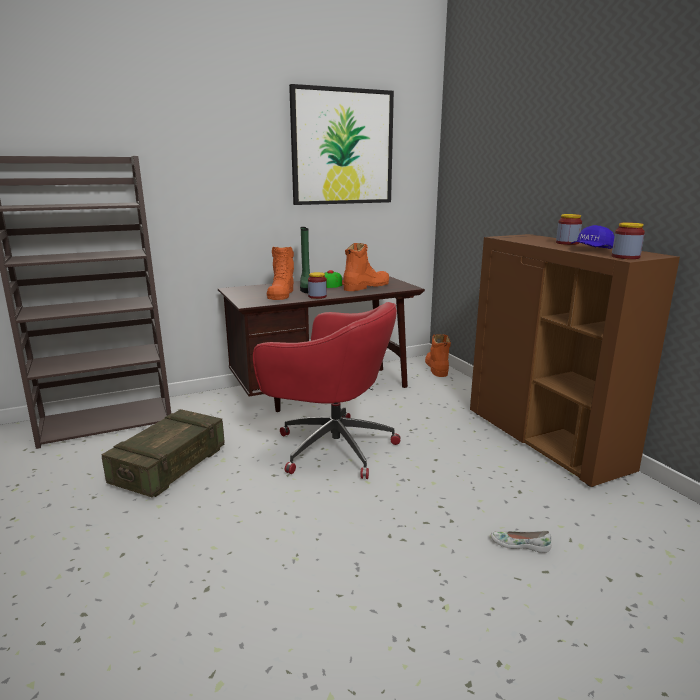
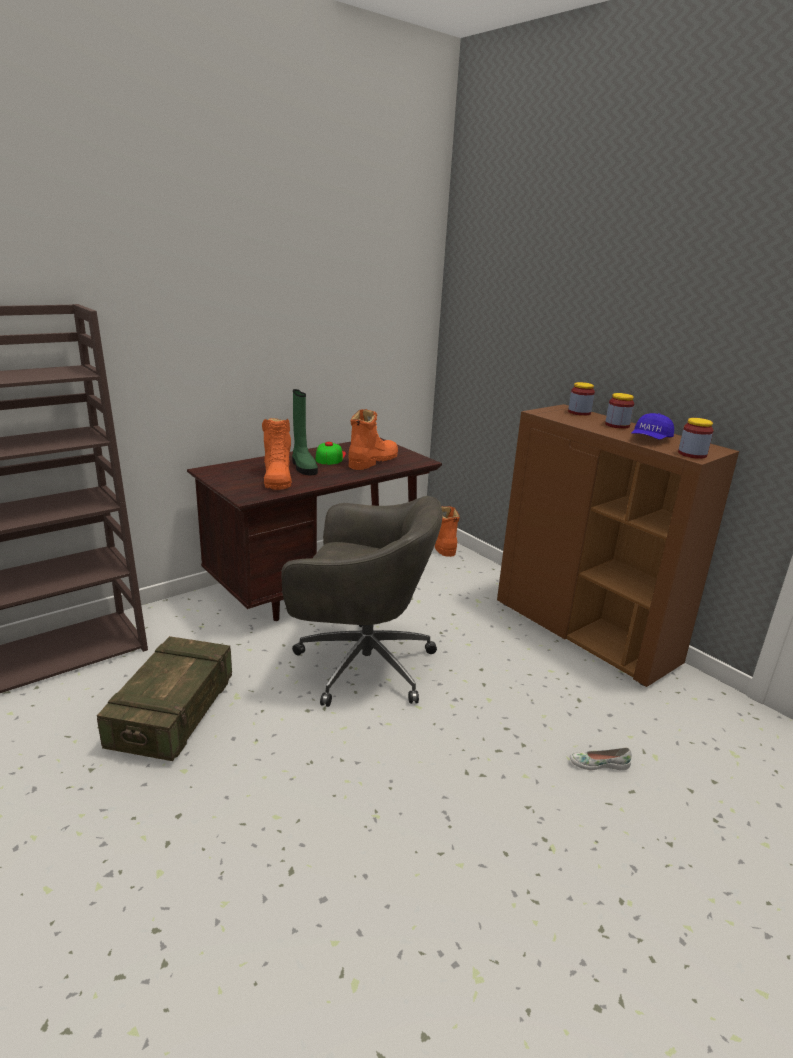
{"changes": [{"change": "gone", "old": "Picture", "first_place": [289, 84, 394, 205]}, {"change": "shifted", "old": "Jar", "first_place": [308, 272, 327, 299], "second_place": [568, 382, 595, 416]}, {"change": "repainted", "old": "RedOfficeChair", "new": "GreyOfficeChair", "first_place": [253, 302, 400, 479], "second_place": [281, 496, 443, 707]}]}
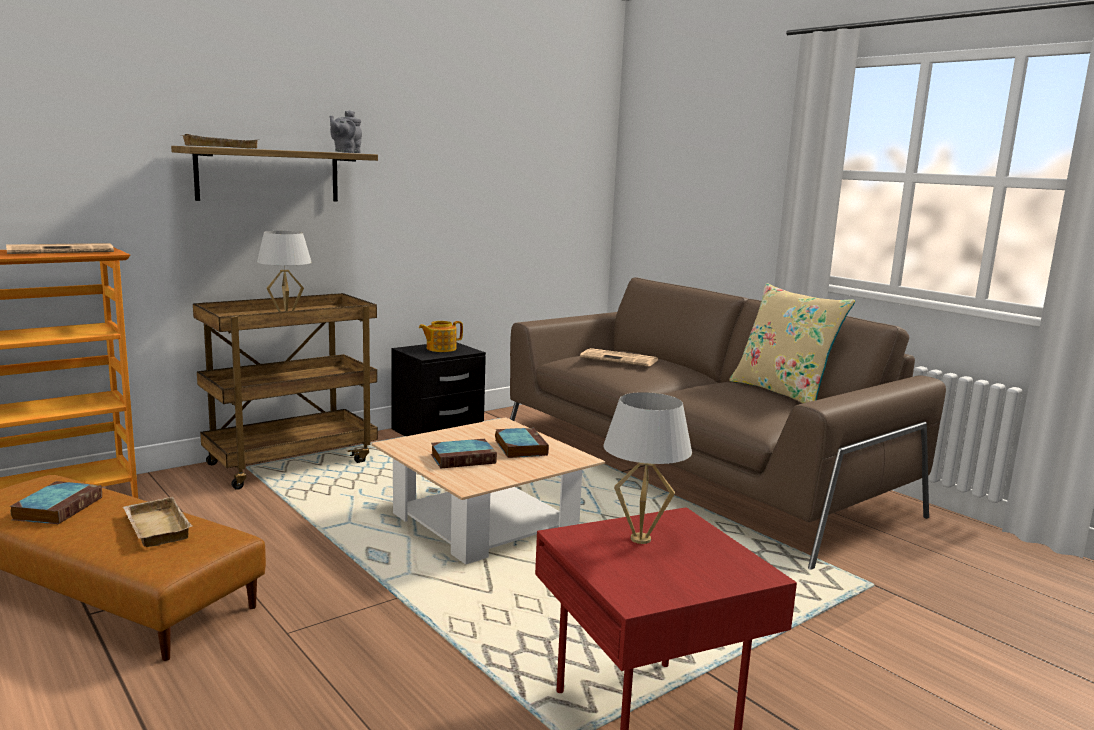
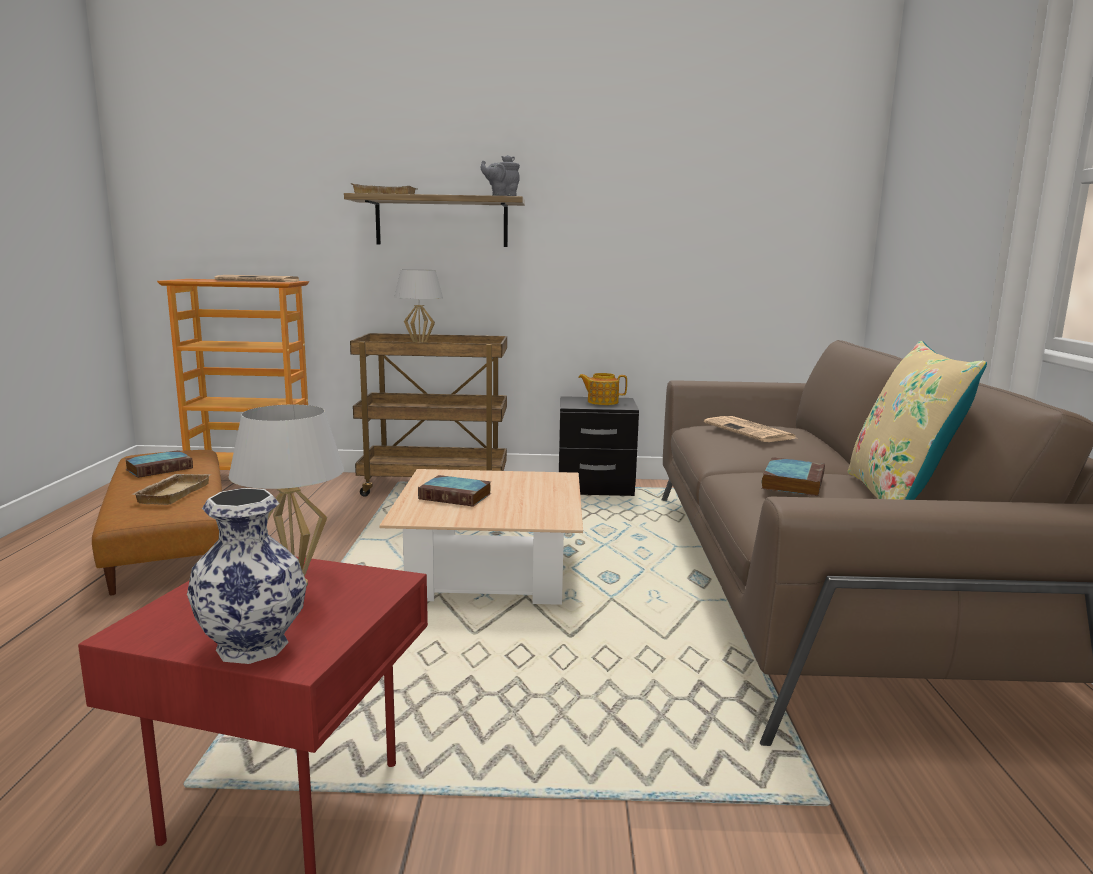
{"changes": [{"change": "new", "new": "Vase", "second_place": [187, 488, 307, 664]}, {"change": "shifted", "old": "Book", "first_place": [495, 428, 549, 458], "second_place": [762, 457, 825, 496]}]}
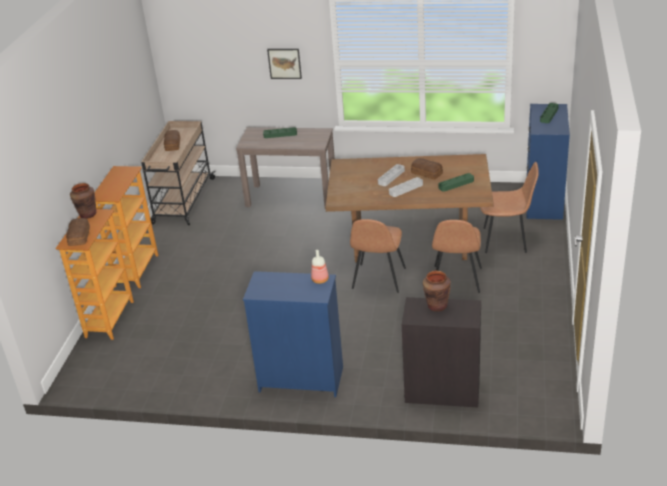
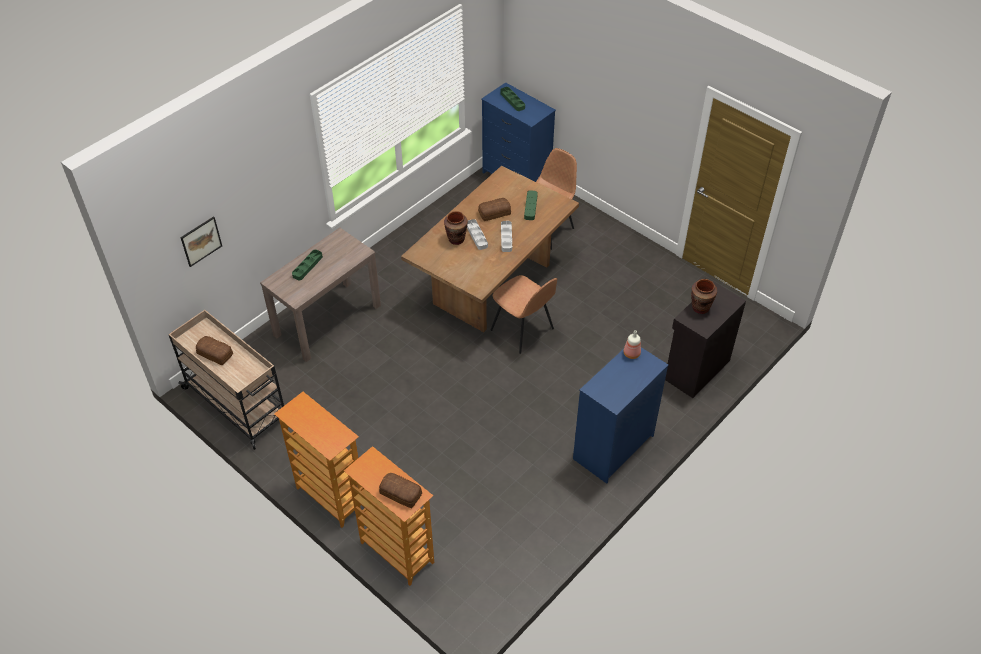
{"changes": [{"change": "gone", "old": "BrownChair", "first_place": [432, 220, 482, 293]}, {"change": "shifted", "old": "BrownVase", "first_place": [70, 183, 96, 219], "second_place": [444, 211, 468, 245]}, {"change": "shifted", "old": "Picture", "first_place": [267, 49, 302, 79], "second_place": [180, 216, 222, 267]}]}
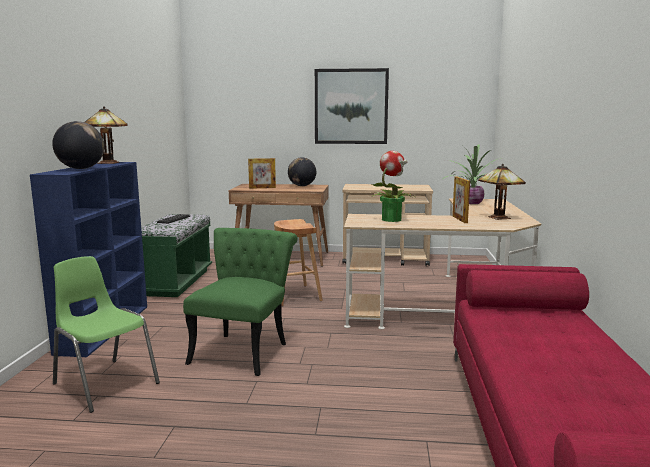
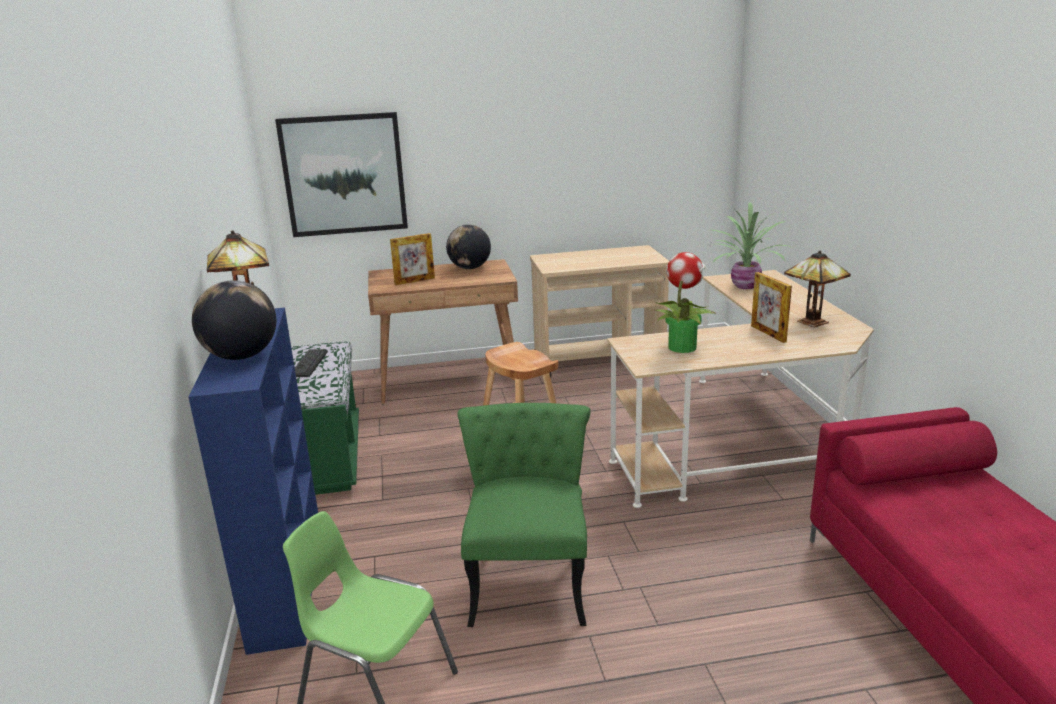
{"changes": [{"change": "shifted", "old": "Picture", "first_place": [315, 68, 389, 144], "second_place": [275, 112, 408, 237]}]}
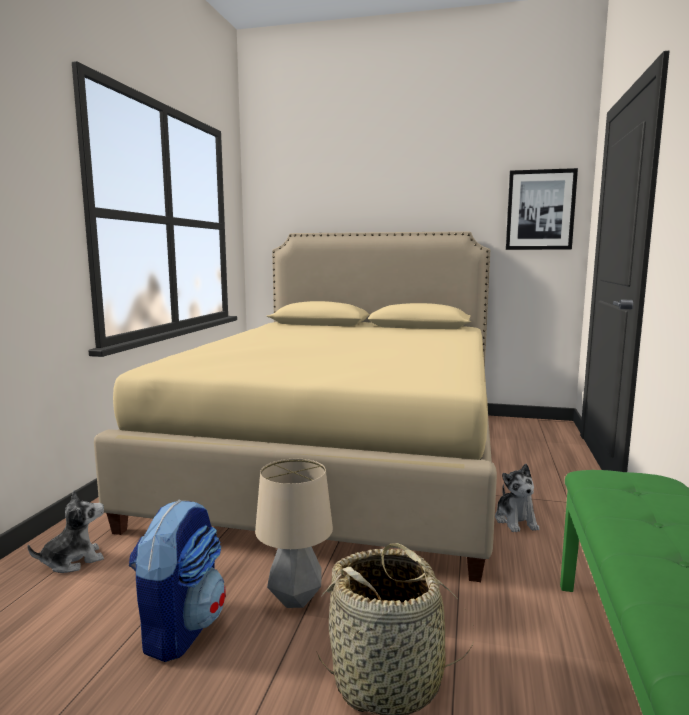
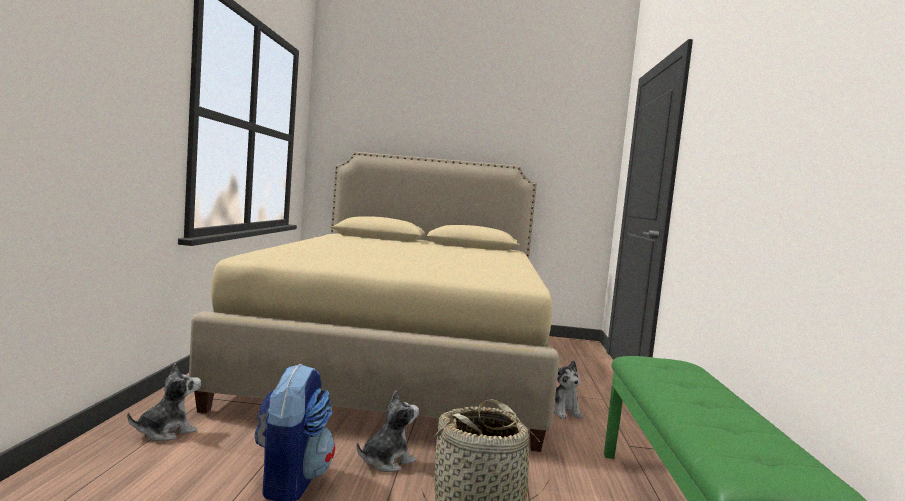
{"changes": [{"change": "gone", "old": "Picture", "first_place": [506, 168, 578, 250]}, {"change": "swapped", "old": "TableLamp", "new": "PlushToy", "first_place": [255, 459, 333, 608], "second_place": [357, 390, 419, 472]}]}
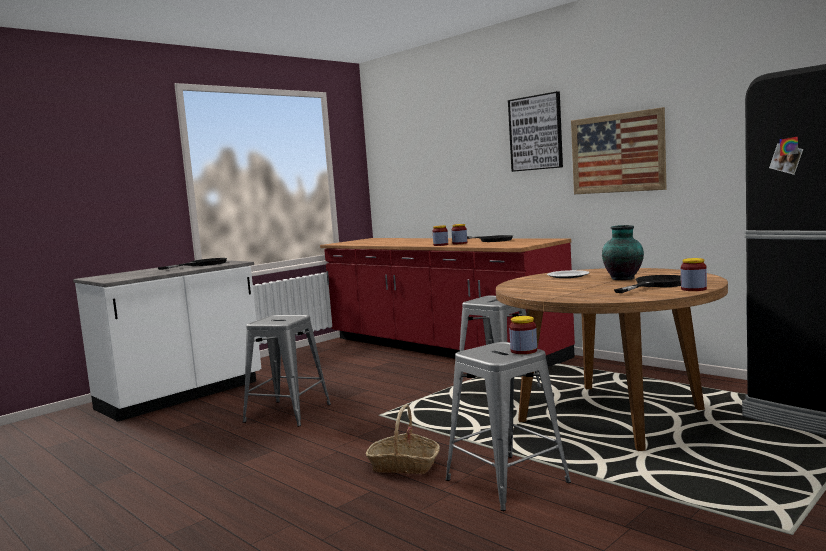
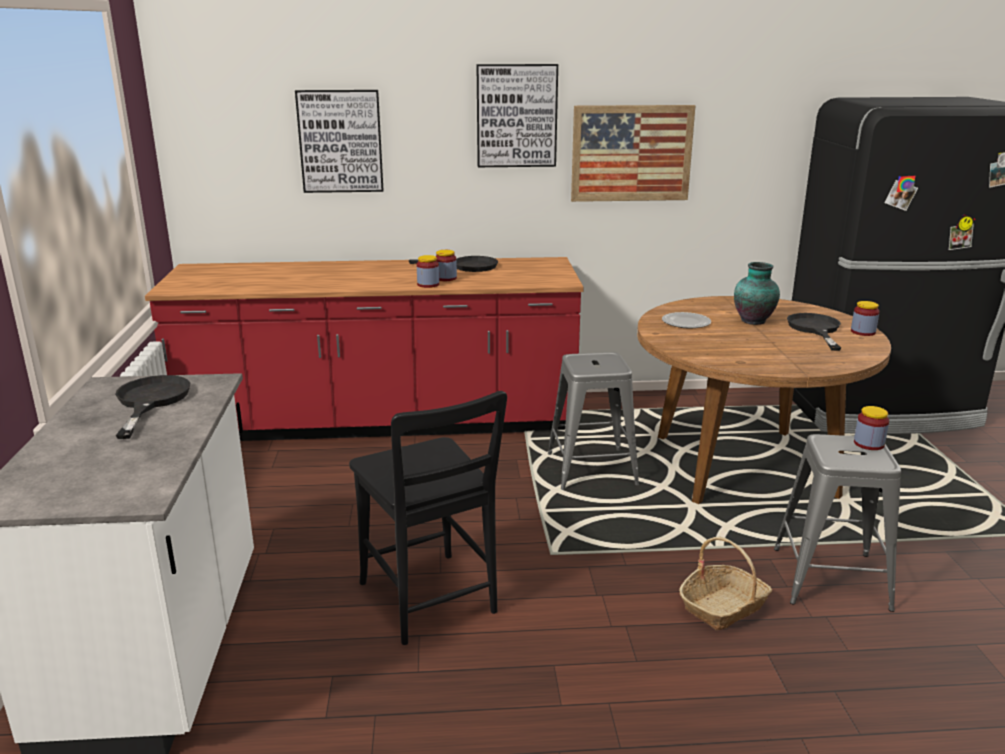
{"changes": [{"change": "new", "new": "Picture", "second_place": [295, 90, 384, 193]}, {"change": "swapped", "old": "GreyStool", "new": "BlackChair", "first_place": [243, 315, 331, 427], "second_place": [349, 391, 507, 645]}]}
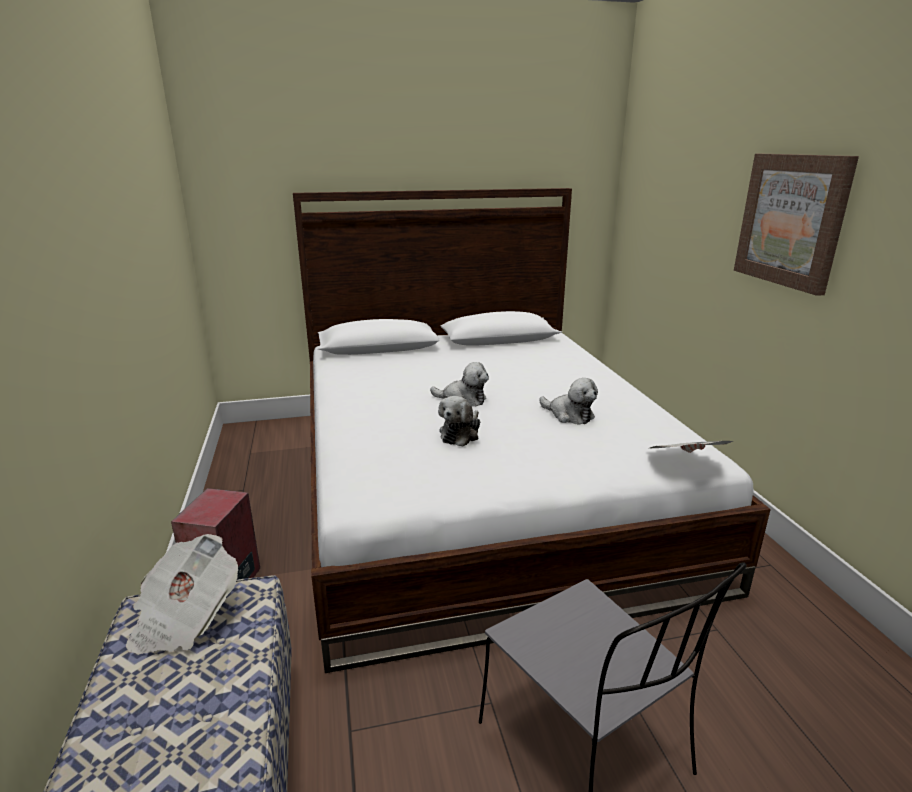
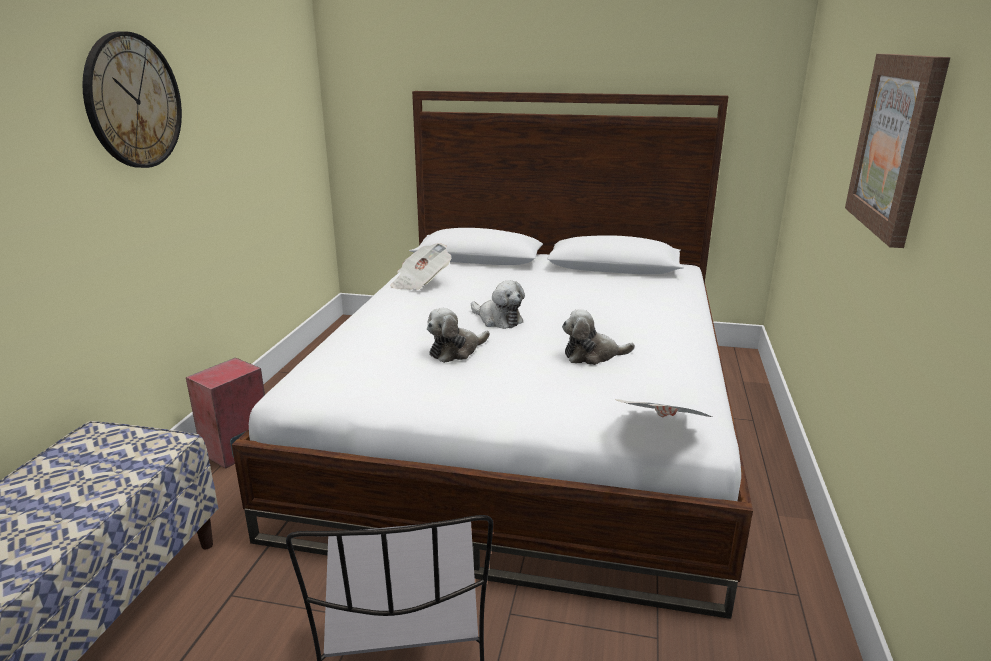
{"changes": [{"change": "new", "new": "WallClock", "second_place": [82, 31, 182, 168]}, {"change": "shifted", "old": "Newspaper", "first_place": [126, 534, 238, 654], "second_place": [390, 243, 451, 290]}, {"change": "rotated", "old": "PlushToy", "first_place": [539, 378, 598, 425], "second_place": [562, 309, 635, 365], "degrees": 105}]}
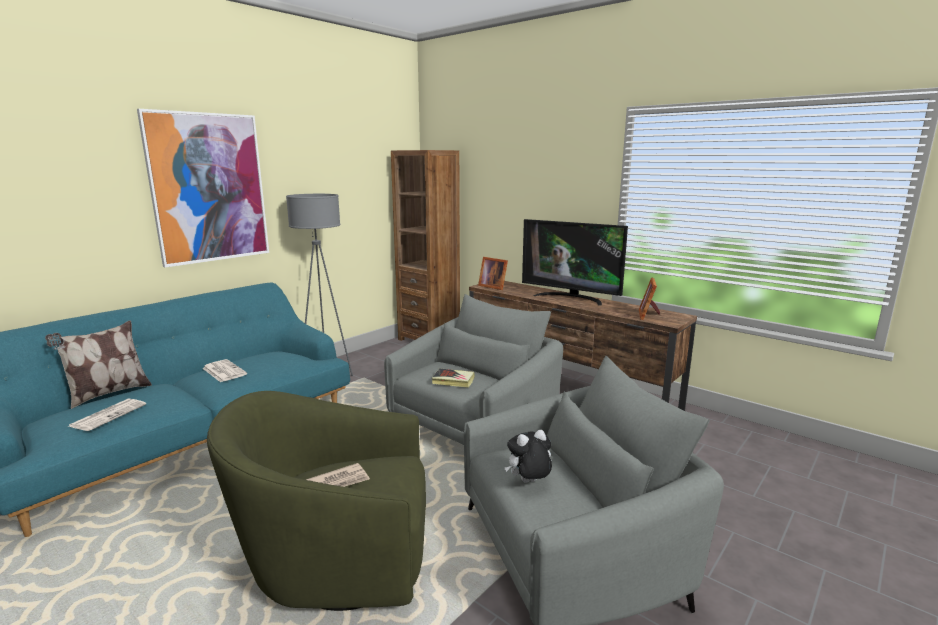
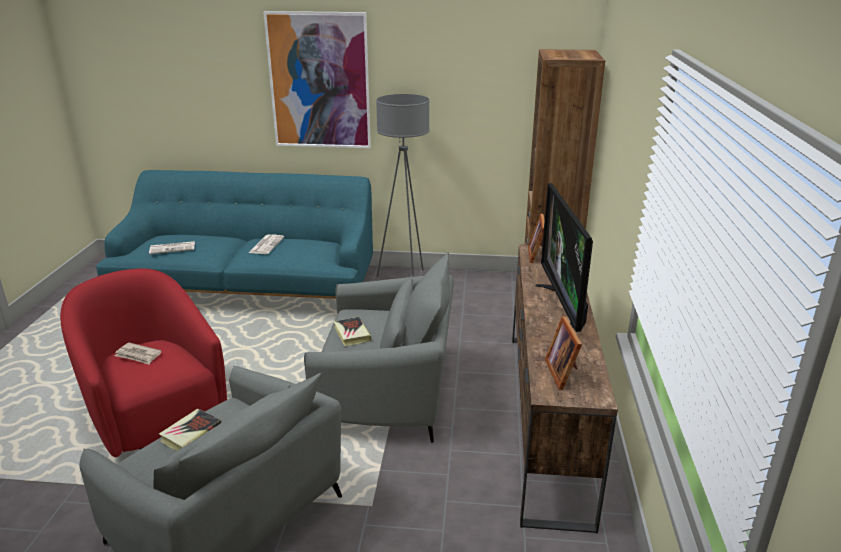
{"changes": [{"change": "gone", "old": "Pillow", "first_place": [45, 320, 152, 409]}, {"change": "swapped", "old": "PlushToy", "new": "Book", "first_place": [505, 430, 552, 483], "second_place": [159, 409, 222, 451]}, {"change": "repainted", "old": "GreenArmchair", "new": "RedArmchair", "first_place": [207, 391, 426, 611], "second_place": [60, 268, 227, 457]}, {"change": "rotated", "old": "PictureFrame", "first_place": [639, 277, 660, 320], "second_place": [545, 316, 582, 390], "degrees": -75}]}
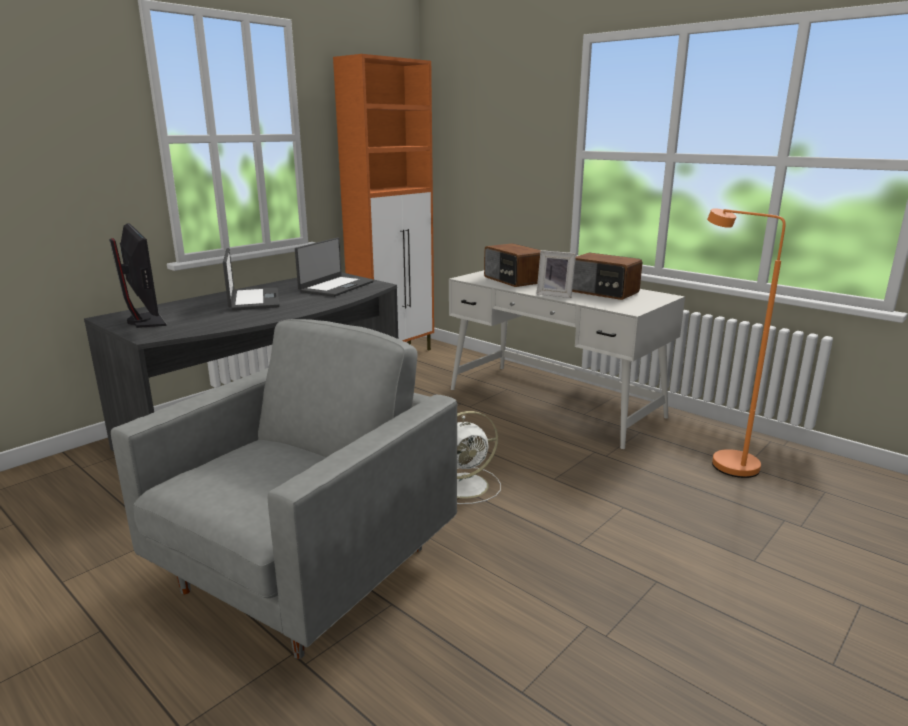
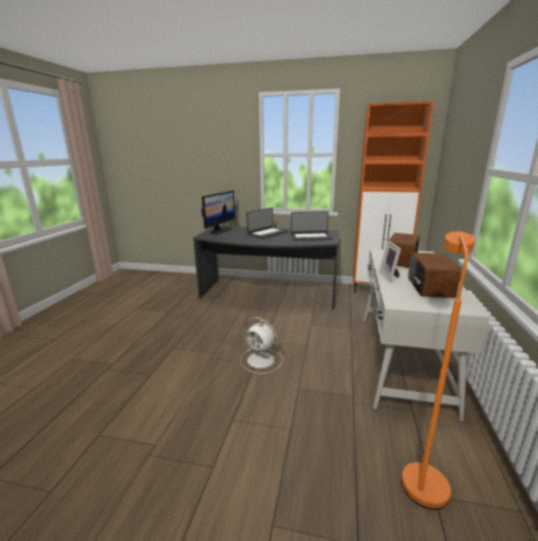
{"changes": [{"change": "gone", "old": "GreyArmchair", "first_place": [111, 319, 457, 659]}]}
